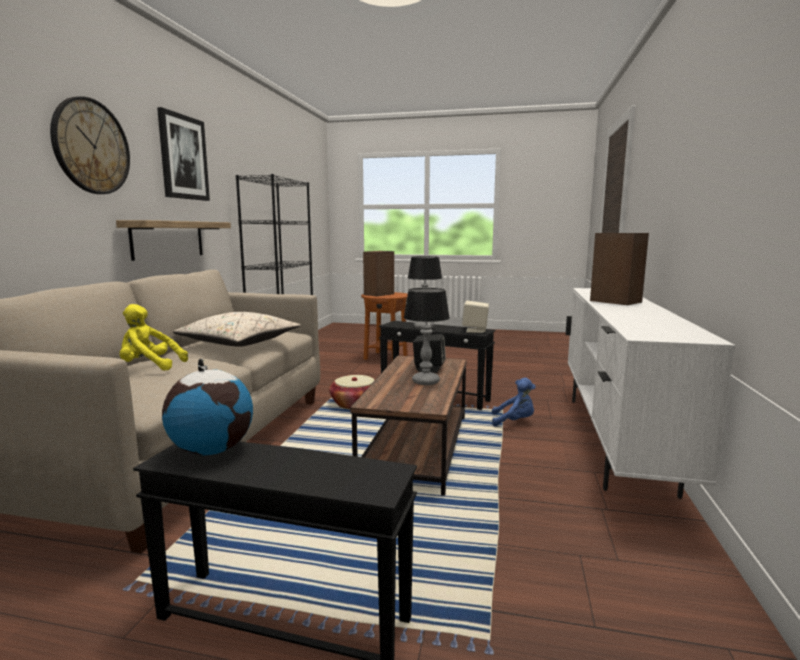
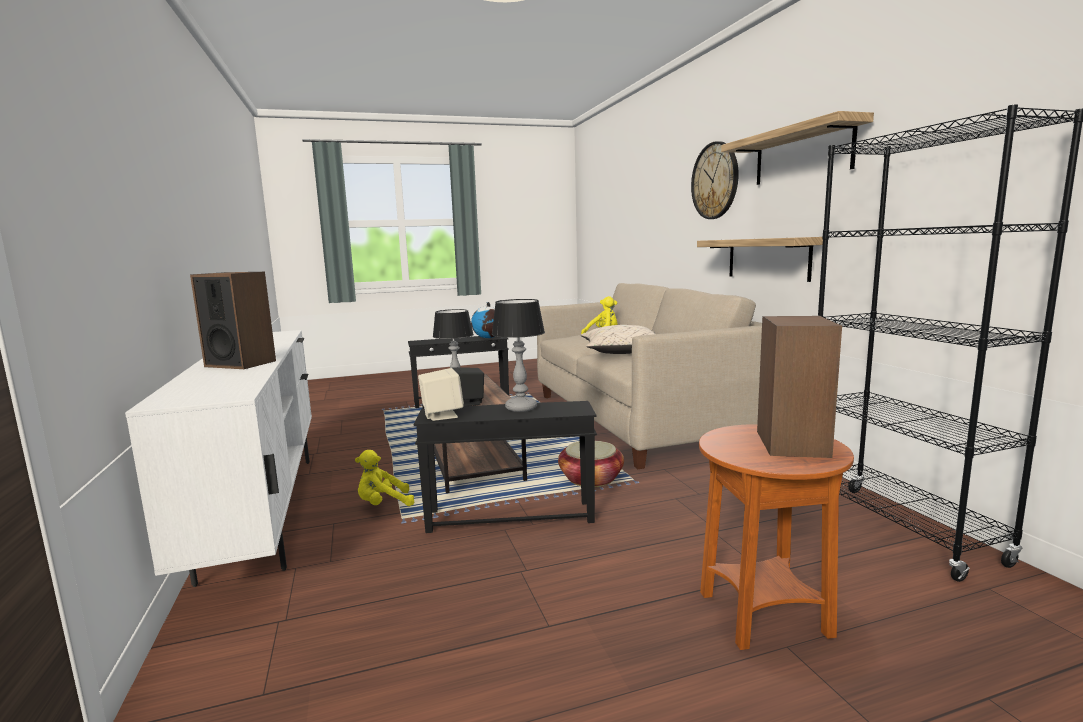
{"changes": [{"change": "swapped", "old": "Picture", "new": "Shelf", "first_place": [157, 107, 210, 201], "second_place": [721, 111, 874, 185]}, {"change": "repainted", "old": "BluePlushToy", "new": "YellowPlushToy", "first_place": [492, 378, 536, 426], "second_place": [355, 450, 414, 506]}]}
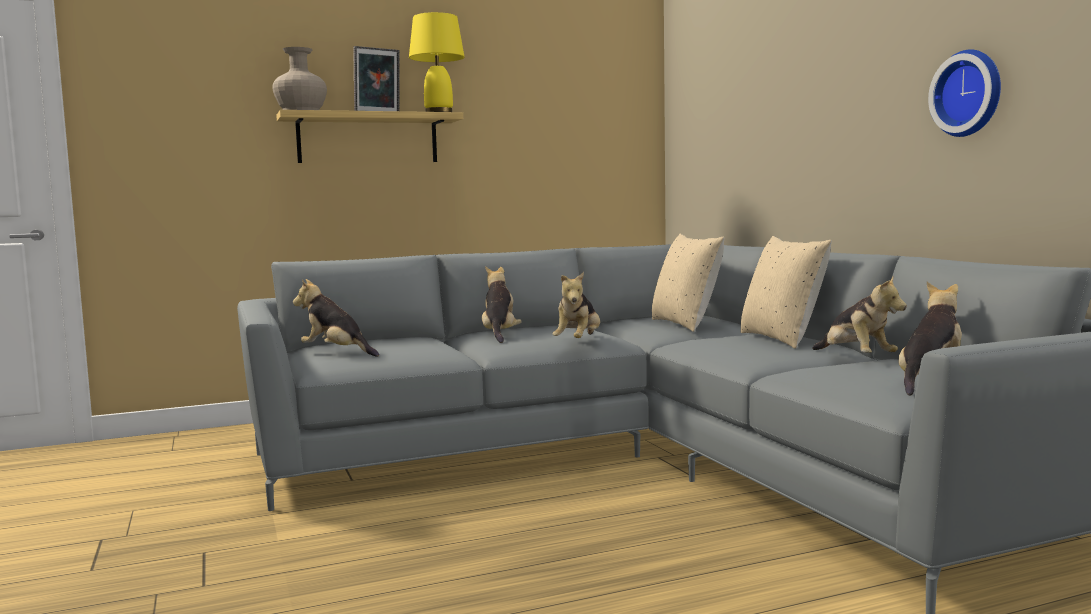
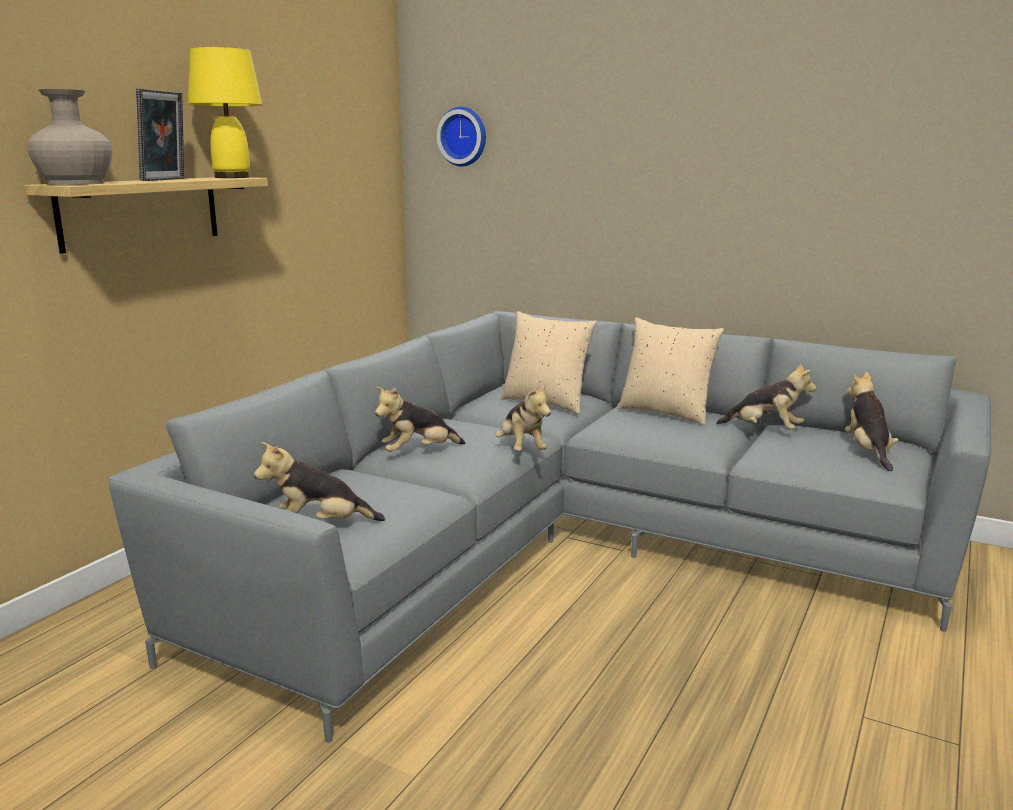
{"changes": [{"change": "shifted", "old": "WallClock", "first_place": [928, 49, 1001, 137], "second_place": [437, 107, 486, 167]}, {"change": "rotated", "old": "PlushToy", "first_place": [482, 266, 522, 343], "second_place": [375, 387, 465, 452], "degrees": -75}]}
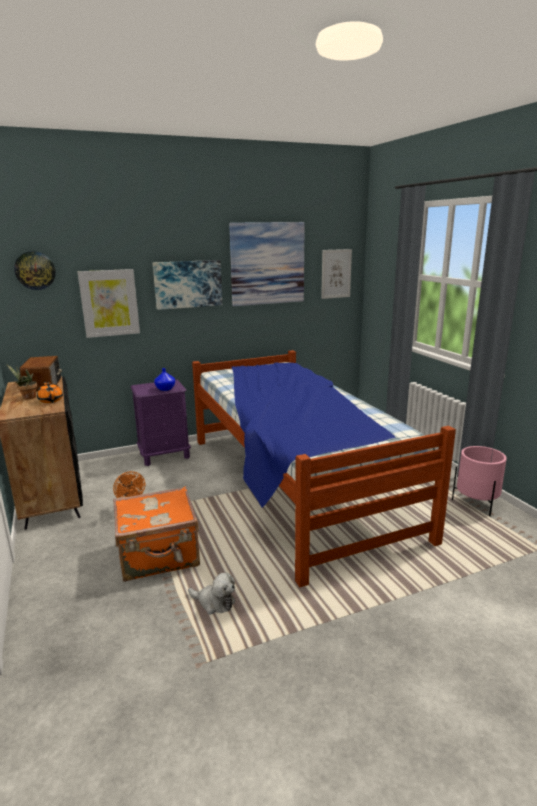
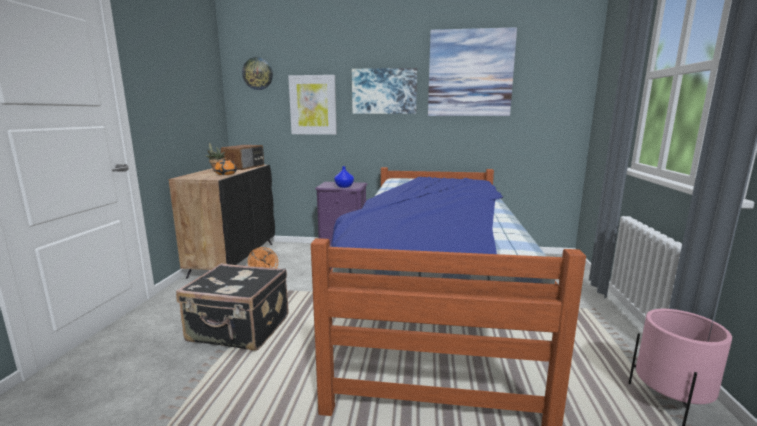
{"changes": [{"change": "gone", "old": "PlushToy", "first_place": [188, 572, 235, 615]}, {"change": "gone", "old": "Picture", "first_place": [321, 249, 352, 299]}, {"change": "repainted", "old": "OrangeSuitcase", "new": "BlackSuitcase", "first_place": [113, 486, 200, 582], "second_place": [176, 263, 289, 351]}]}
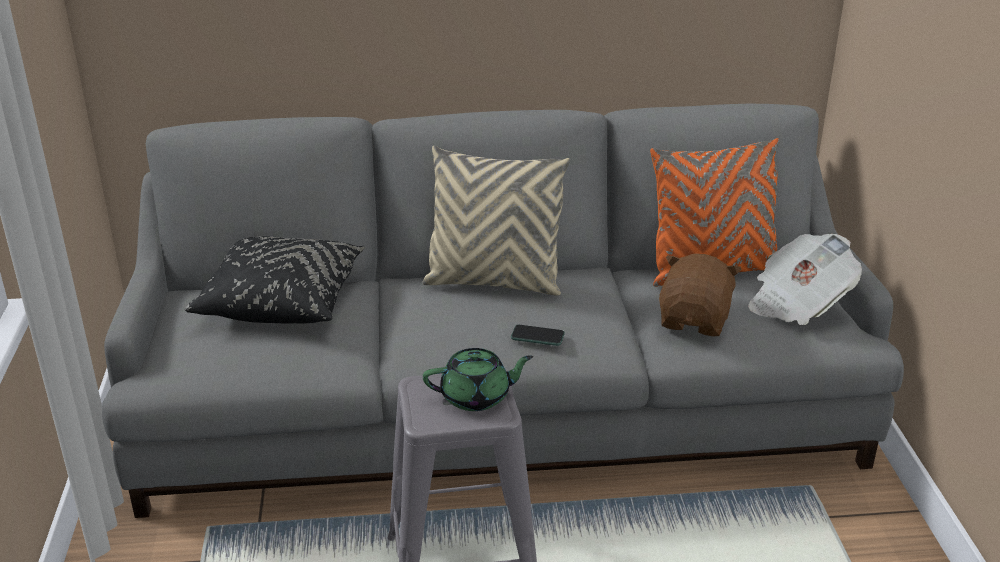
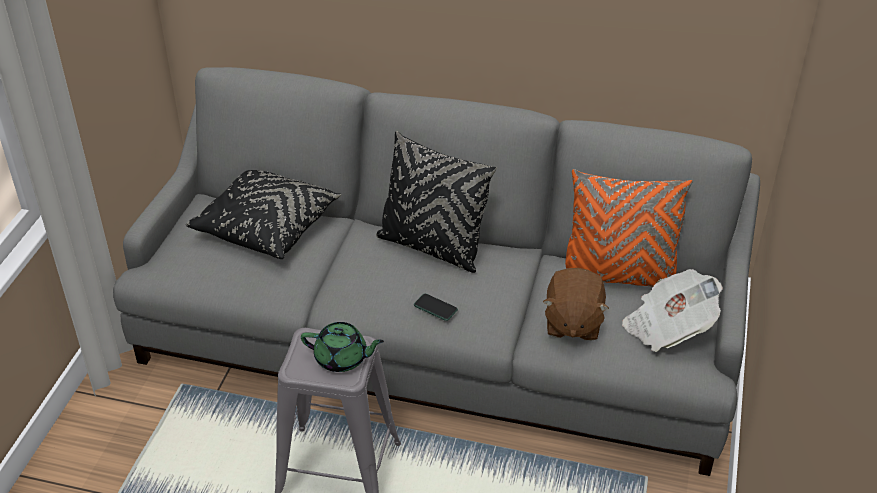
{"changes": [{"change": "repainted", "old": "BeigePillow", "new": "BlackPillow", "first_place": [422, 146, 570, 296], "second_place": [376, 131, 496, 273]}, {"change": "rotated", "old": "BrownPlushToy", "first_place": [659, 254, 742, 336], "second_place": [543, 268, 609, 341], "degrees": 150}]}
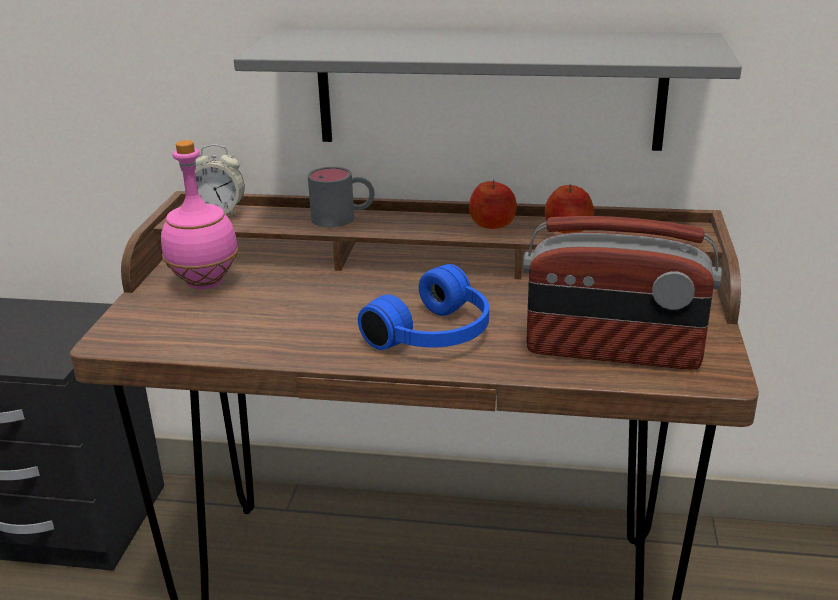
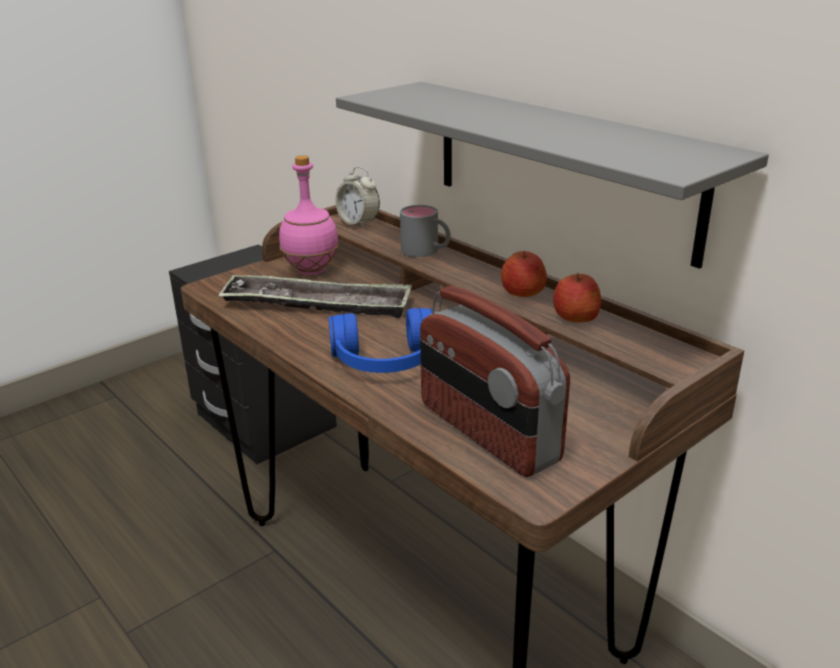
{"changes": [{"change": "new", "new": "Tray", "second_place": [218, 275, 412, 318]}]}
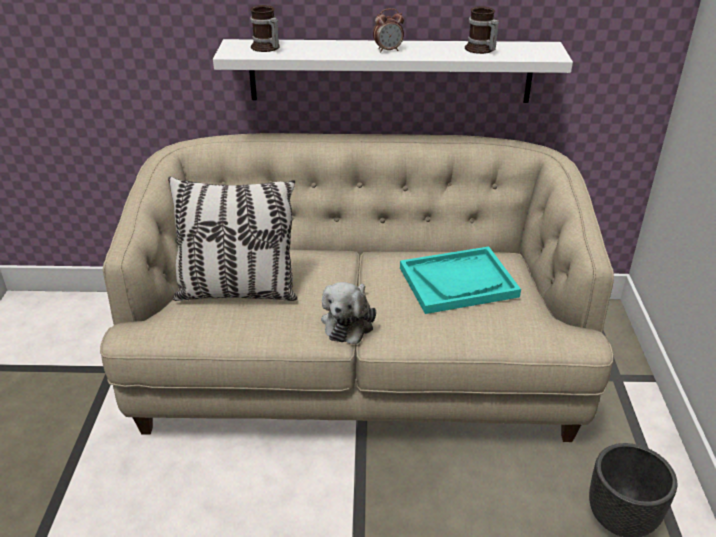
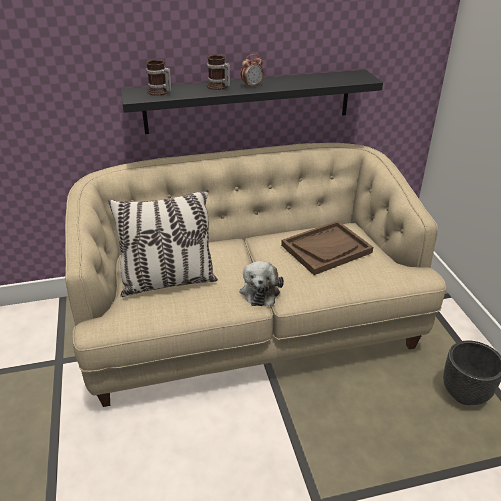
{"changes": [{"change": "shifted", "old": "Mug", "first_place": [465, 6, 499, 54], "second_place": [207, 54, 230, 90]}, {"change": "repainted", "old": "WhiteShelf", "new": "BlackShelf", "first_place": [213, 39, 573, 103], "second_place": [121, 70, 383, 134]}, {"change": "repainted", "old": "TurquoiseTray", "new": "BrownTray", "first_place": [400, 247, 521, 314], "second_place": [281, 221, 373, 275]}]}
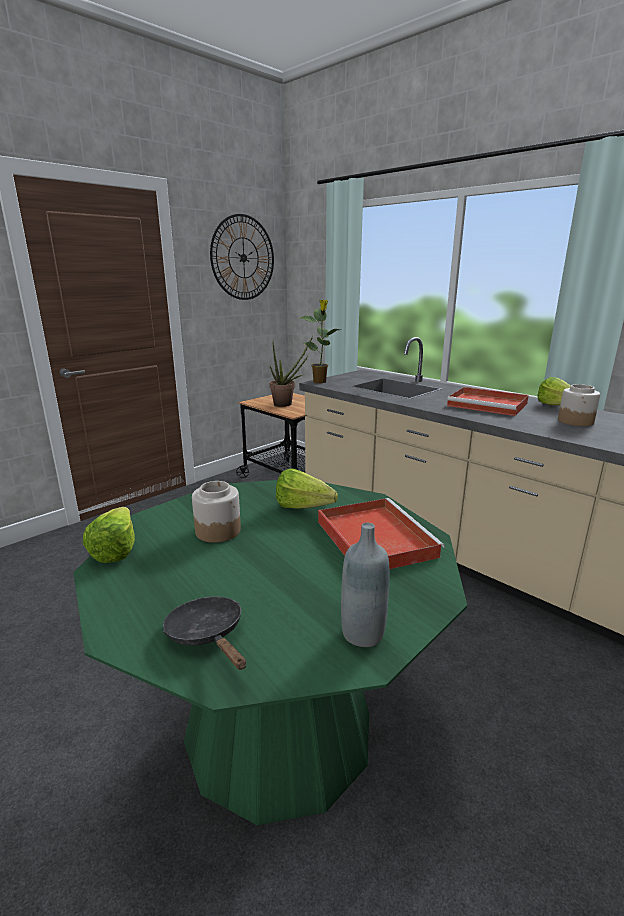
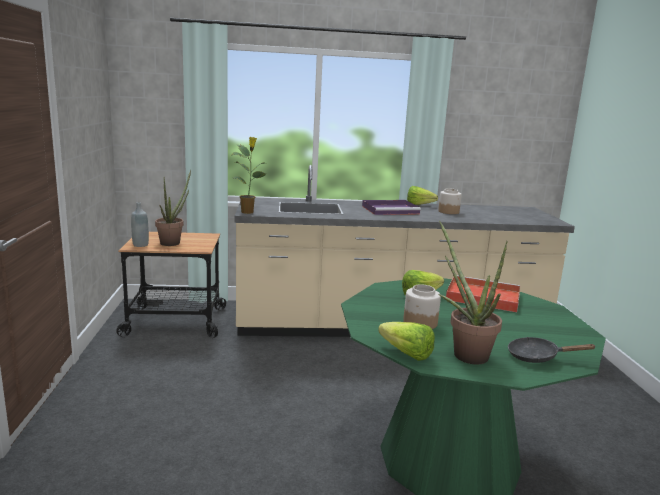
{"changes": [{"change": "gone", "old": "WallClock", "first_place": [210, 214, 274, 300]}, {"change": "new", "new": "PottedPlant", "second_place": [438, 221, 508, 364]}, {"change": "shifted", "old": "GreyBottle", "first_place": [341, 523, 389, 647], "second_place": [131, 202, 149, 247]}, {"change": "repainted", "old": "RedTray", "new": "PurpleTray", "first_place": [447, 387, 529, 416], "second_place": [362, 200, 421, 215]}]}
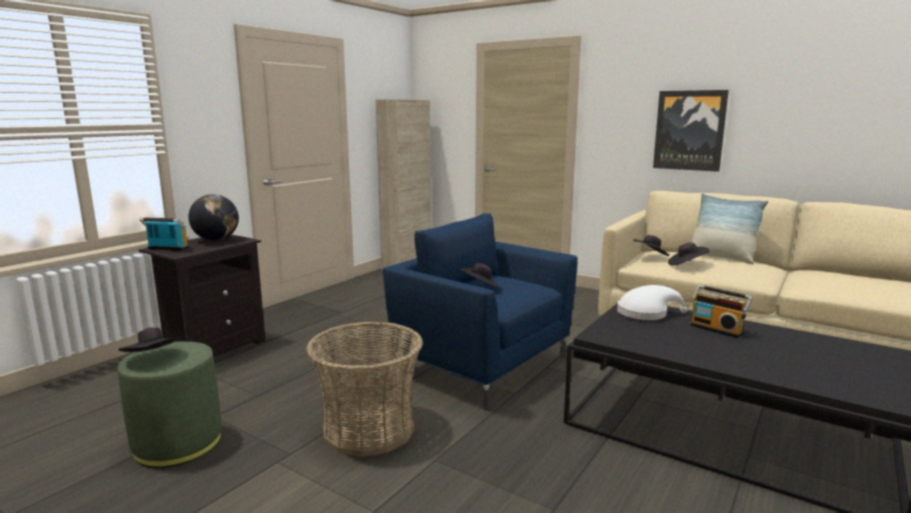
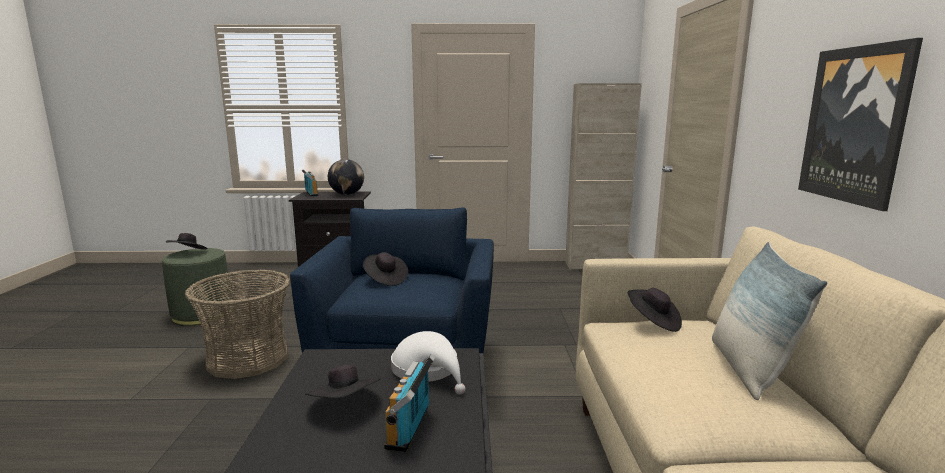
{"changes": [{"change": "shifted", "old": "BlackHat", "first_place": [668, 243, 710, 266], "second_place": [305, 365, 381, 398]}]}
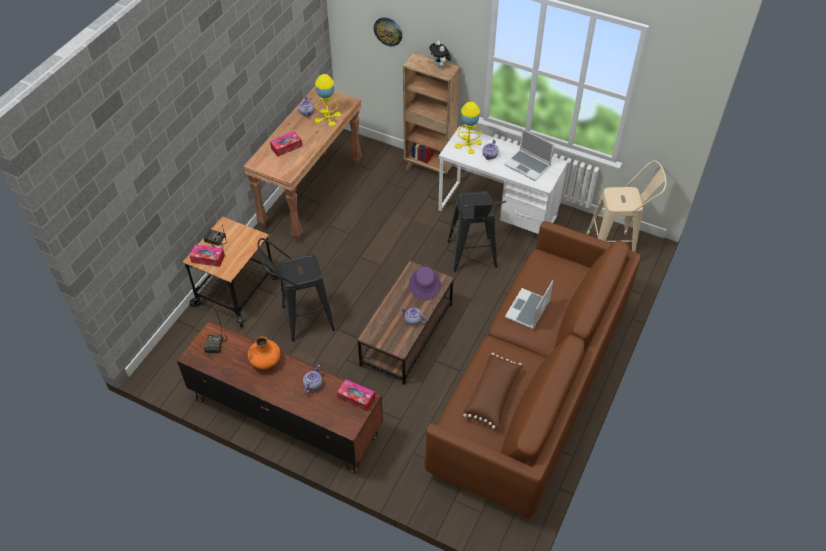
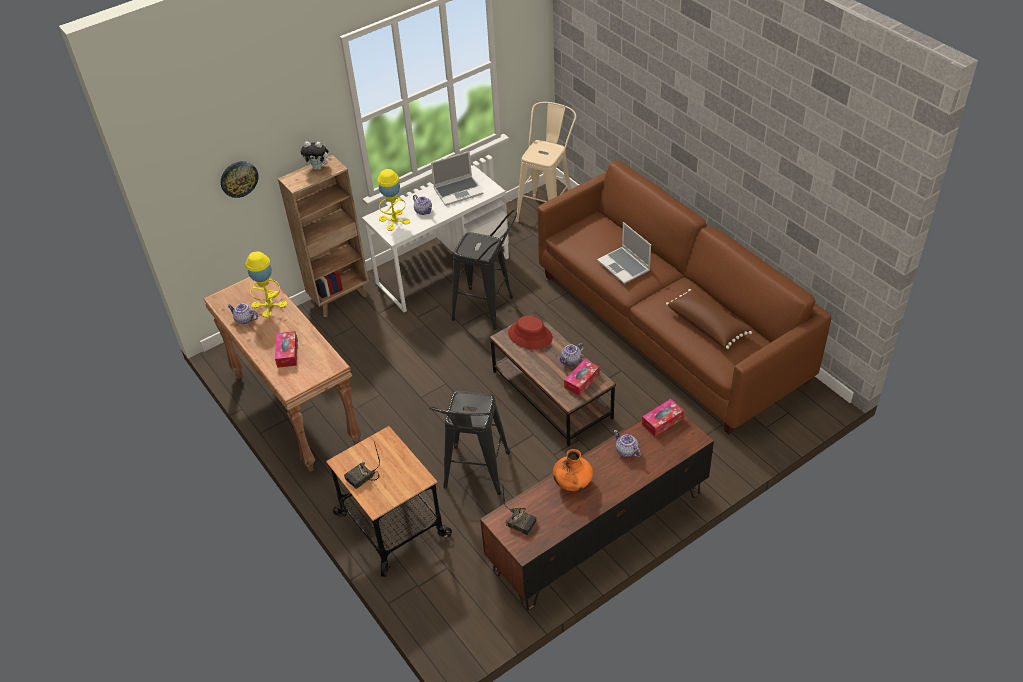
{"changes": [{"change": "shifted", "old": "TissueBox", "first_place": [190, 245, 225, 267], "second_place": [564, 359, 600, 396]}, {"change": "repainted", "old": "PurpleHat", "new": "RedHat", "first_place": [409, 266, 441, 301], "second_place": [508, 316, 553, 349]}]}
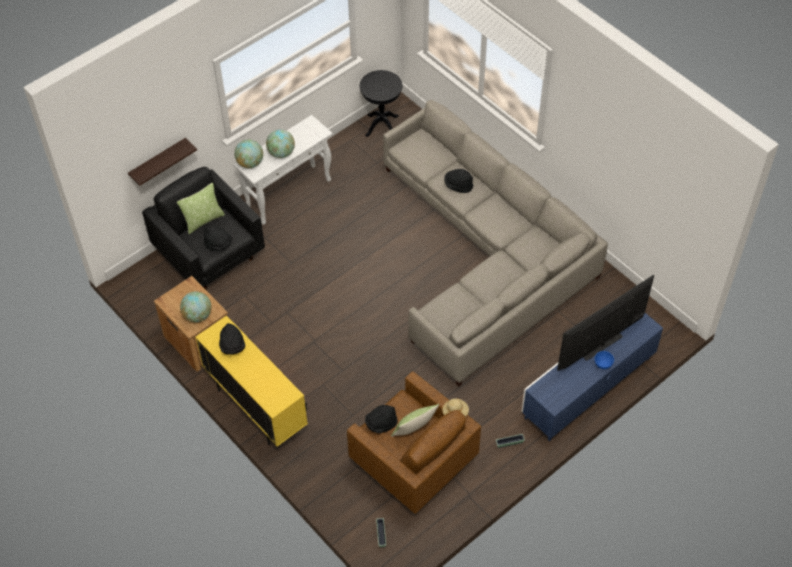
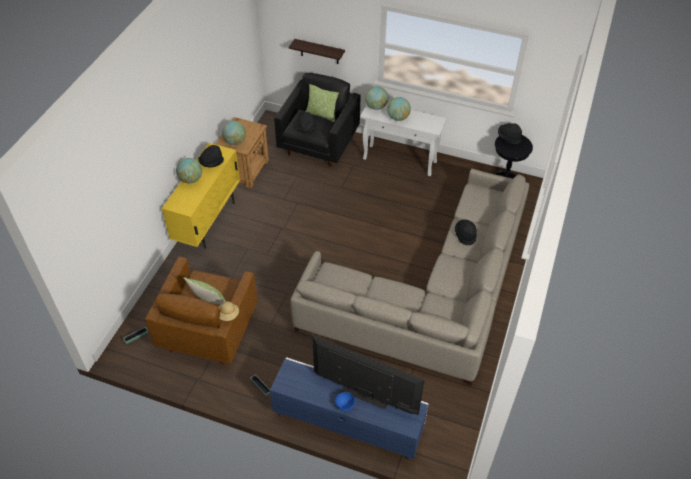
{"changes": [{"change": "new", "new": "Globe", "second_place": [176, 158, 202, 184]}, {"change": "shifted", "old": "BlackHat", "first_place": [365, 405, 398, 433], "second_place": [498, 123, 522, 145]}]}
